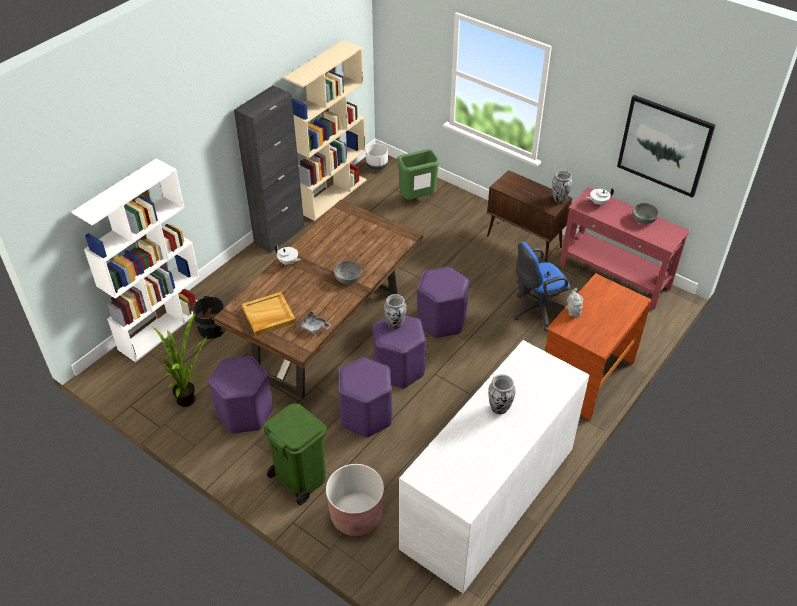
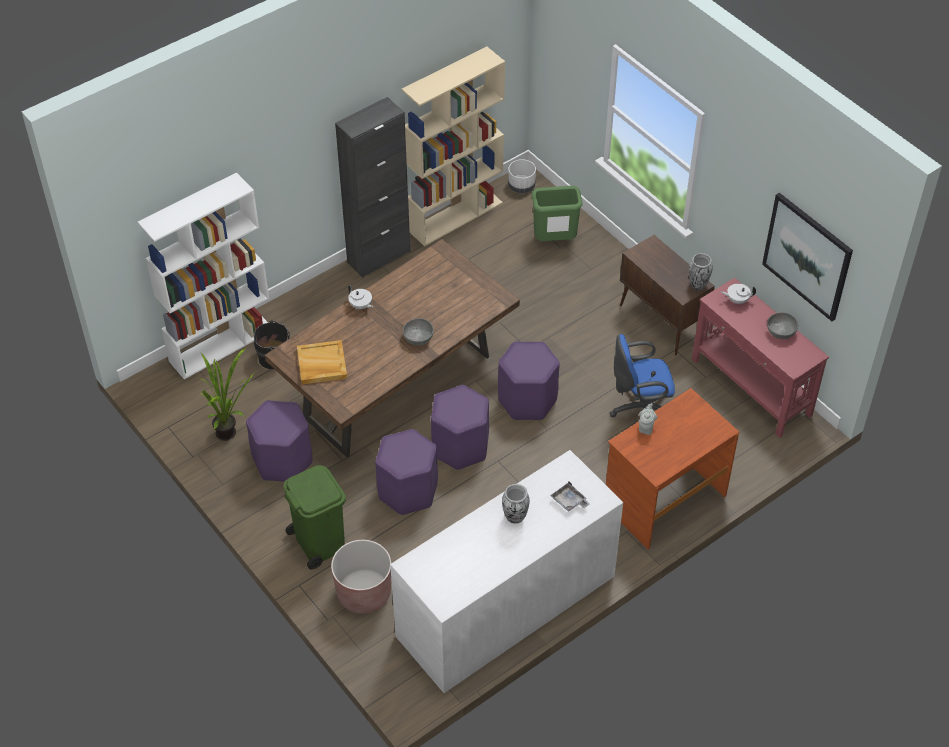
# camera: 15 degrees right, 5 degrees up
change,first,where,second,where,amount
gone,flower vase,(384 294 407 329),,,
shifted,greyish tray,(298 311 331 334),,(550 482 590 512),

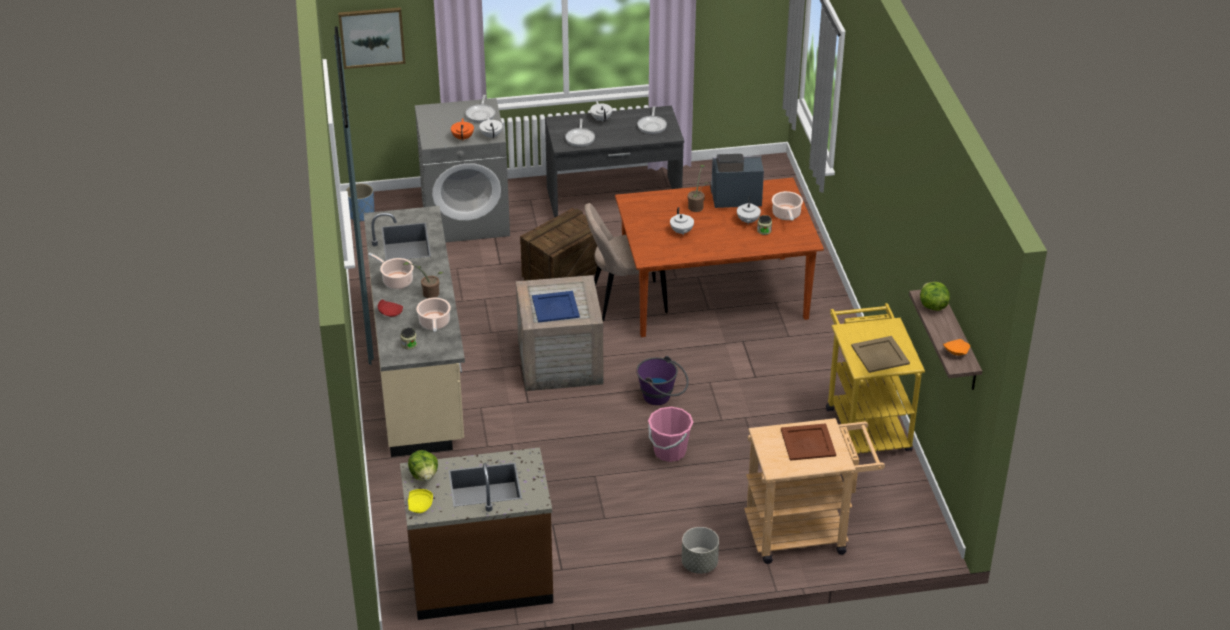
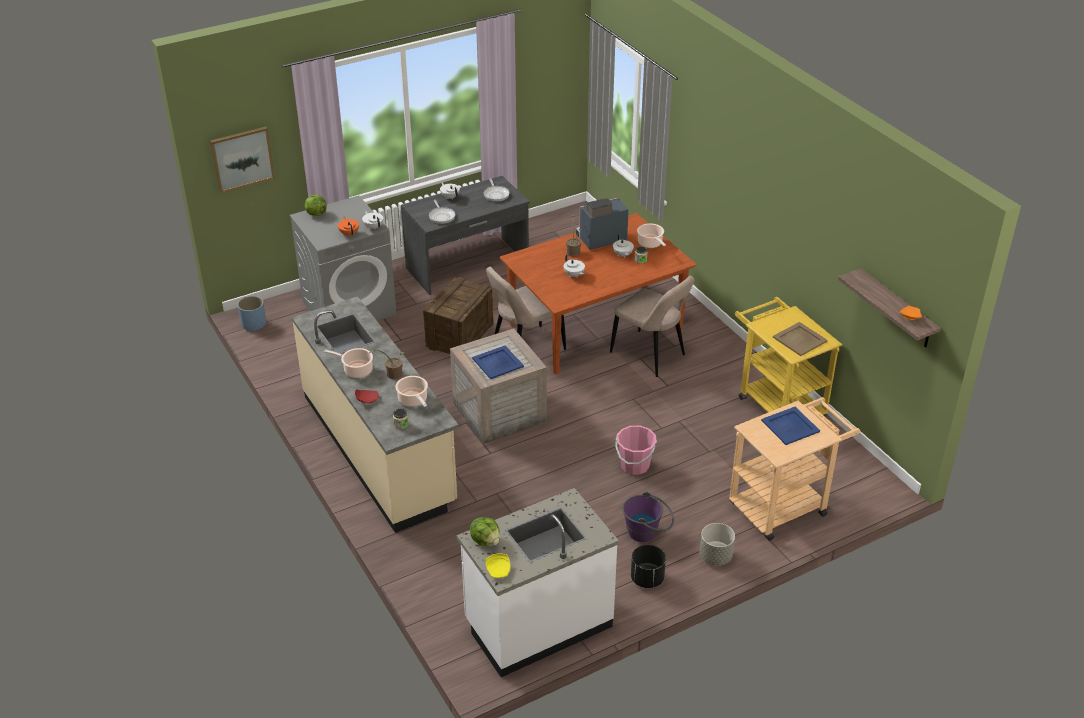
# camera: 20 degrees left, 0 degrees up
change,first,where,second,where,amount
gone,pan,(465 95 496 123),,,
shifted,lettuce head,(920 282 950 311),,(305 195 327 216),
shifted,purple-coloured bucket,(636 356 689 405),,(622 492 674 542),
repainted,brown-coloured tray,(781 423 836 461),blue-coloured tray,(761 407 820 445),
repainted,brown-coloured counter,(400 447 553 620),whitish counter,(457 488 619 677),
new,,,beige-coloured chair,(610 276 695 377),
new,,,blackish planter,(631 545 666 588),

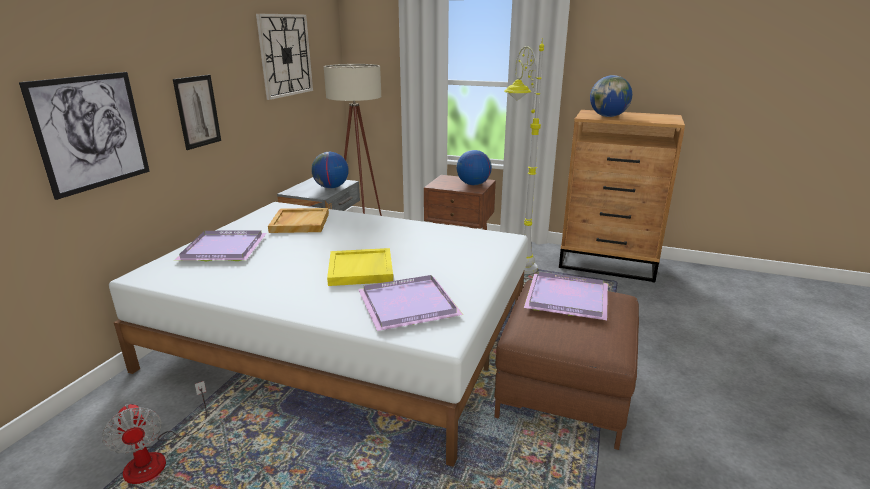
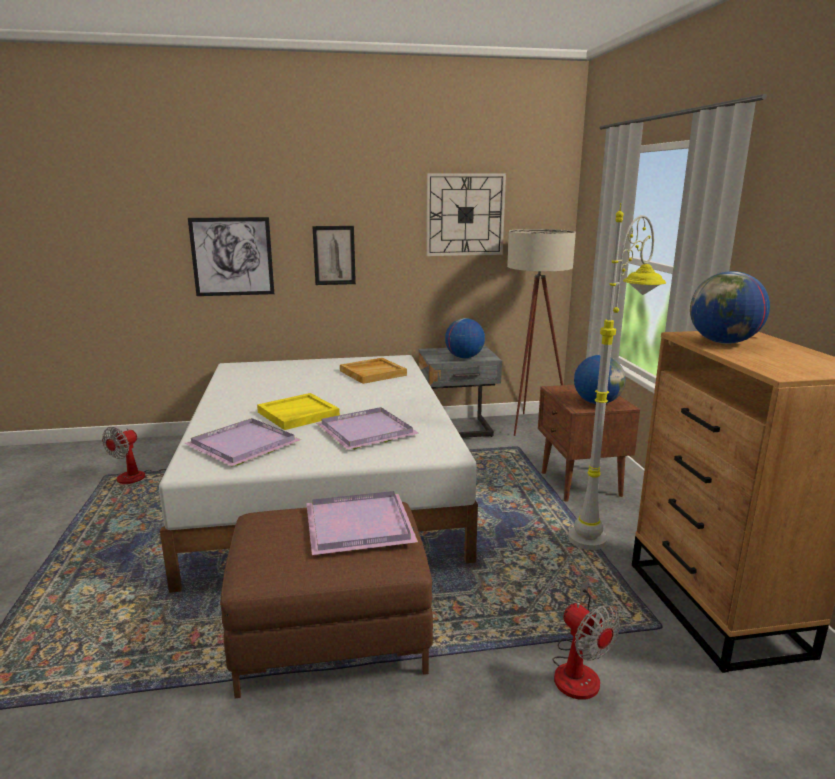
# camera: 60 degrees right, 5 degrees down
change,first,where,second,where,amount
shifted,purple-coloured tray,(175 230 267 261),,(316 407 419 450),
new,,,electric fan,(552 581 620 700),

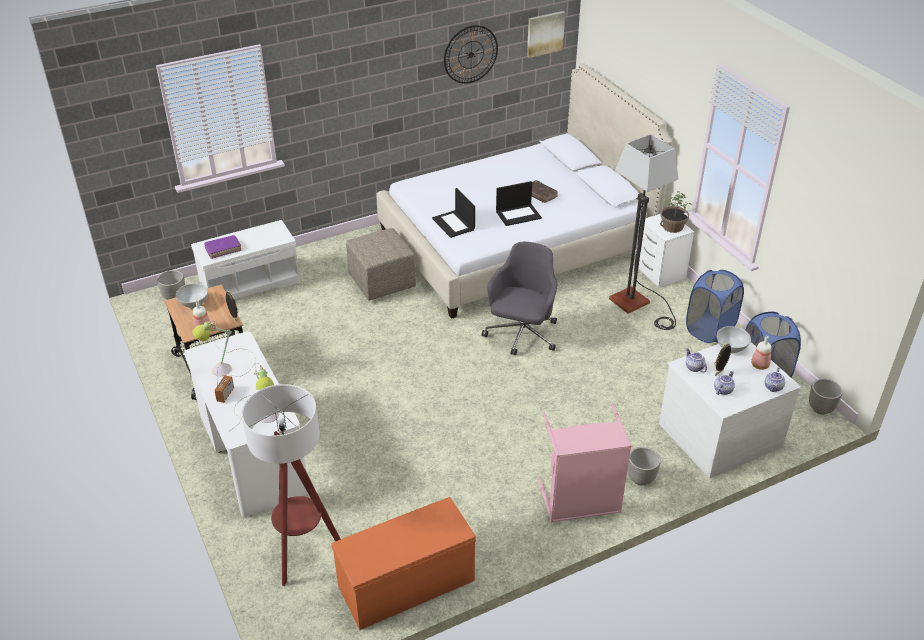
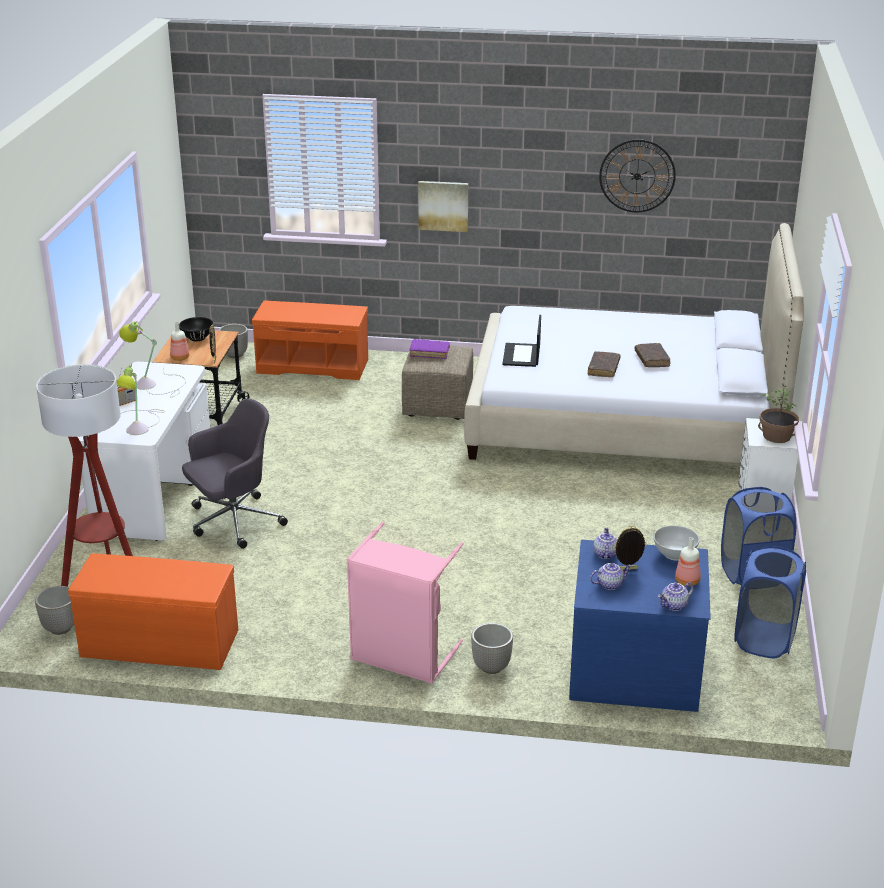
# camera: 35 degrees right, 10 degrees down
change,first,where,second,where,amount
shifted,picture,(527 11 565 58),,(418 181 468 232),
gone,floor lamp,(609 134 678 330),,,
swapped,portable computer,(496 181 542 226),brown-coloured bound book,(588 351 621 377),
repainted,whitish long seat,(191 220 300 300),orange-coloured long seat,(252 300 368 380),
shifted,purple-coloured bound book,(204 235 241 259),,(409 339 450 359),
shifted,greyish desk chair,(482 242 557 355),,(182 398 288 549),
repainted,whitish deep dish,(176 283 208 308),blackish deep dish,(179 317 213 341),
repainted,whitish chest of drawers,(659 342 801 478),blue-coloured chest of drawers,(569 540 711 712),
shifted,planter,(809 379 843 415),,(35 586 74 635),

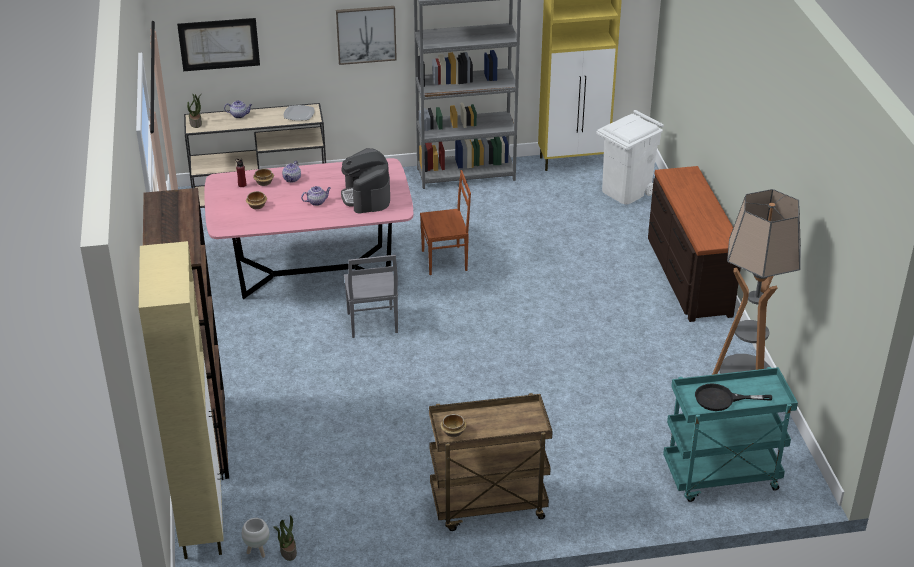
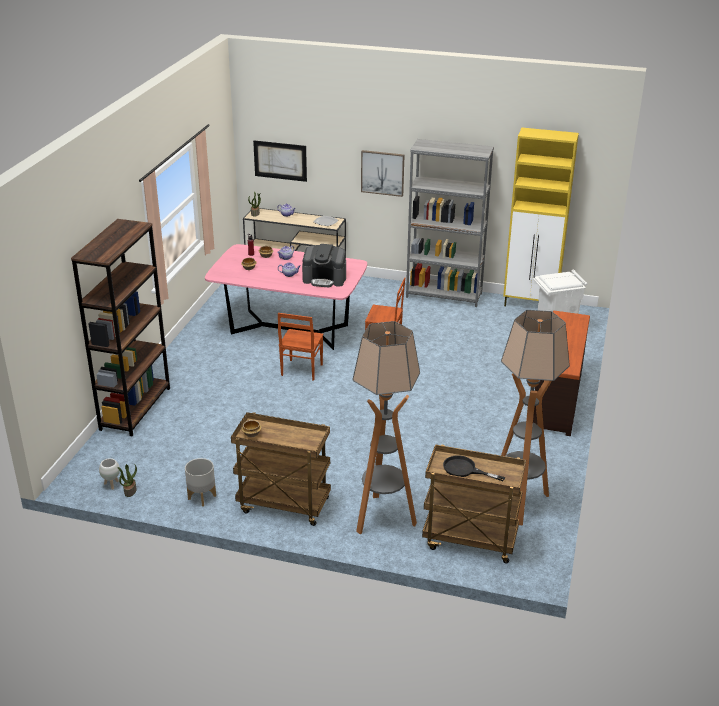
# camera: 25 degrees right, 5 degrees down
change,first,where,second,where,amount
rotated,coffee brewer,(341 148 390 214),,(302 244 346 287),90 degrees counterclockwise
gone,beige-coloured storage cabinet,(139 241 224 559),,,
repainted,greyish chair,(344 255 398 338),brown-coloured chair,(278 313 323 381),
repainted,turquoise-coloured wheeled cart,(663 367 798 502),brown-coloured wheeled cart,(422 444 526 564),
new,,,floor lamp,(352 321 420 534),
new,,,greyish planter,(185 458 216 507),

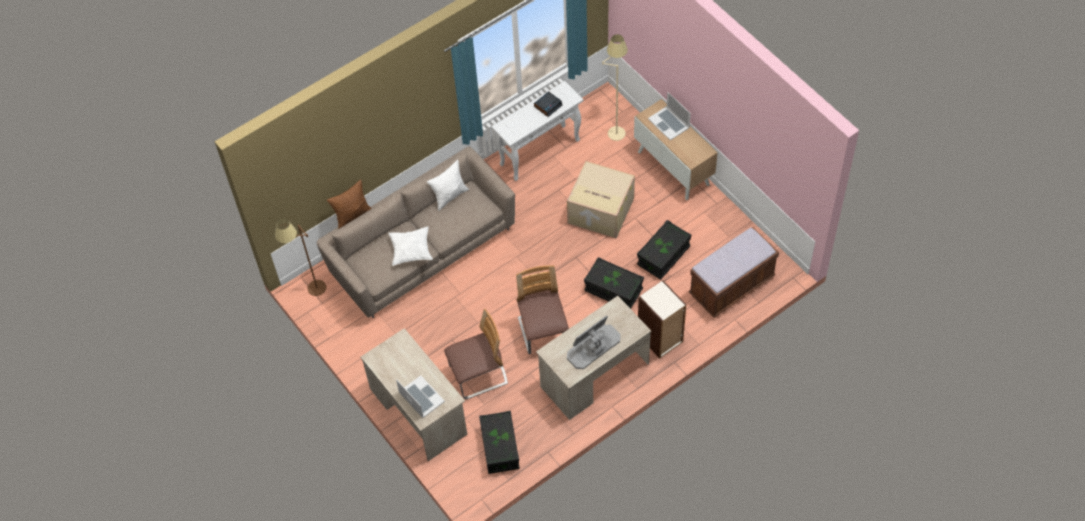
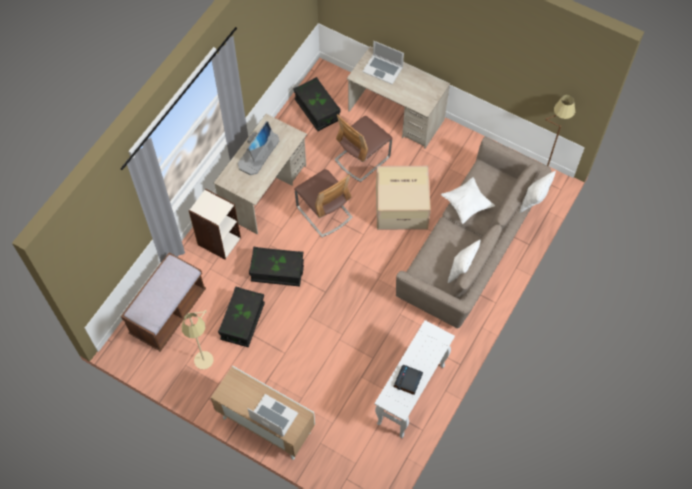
# camera: 155 degrees right, 5 degrees up
change,first,where,second,where,amount
shifted,beige-coloured floor lamp,(602 34 628 141),,(181 310 214 369),
shifted,packing box,(567 161 635 239),,(376 166 431 230),
repainted,brown-coloured pillow,(327 179 372 229),whitish pillow,(520 171 556 213),

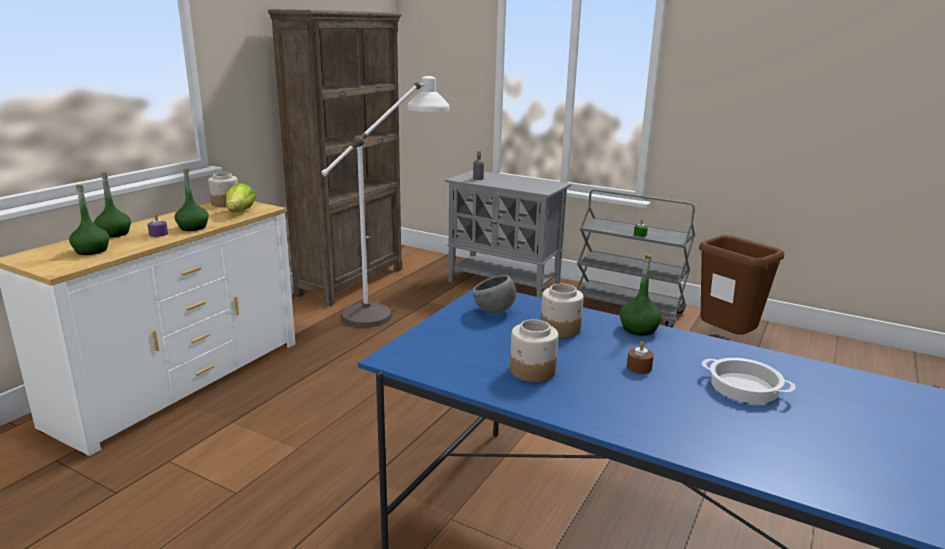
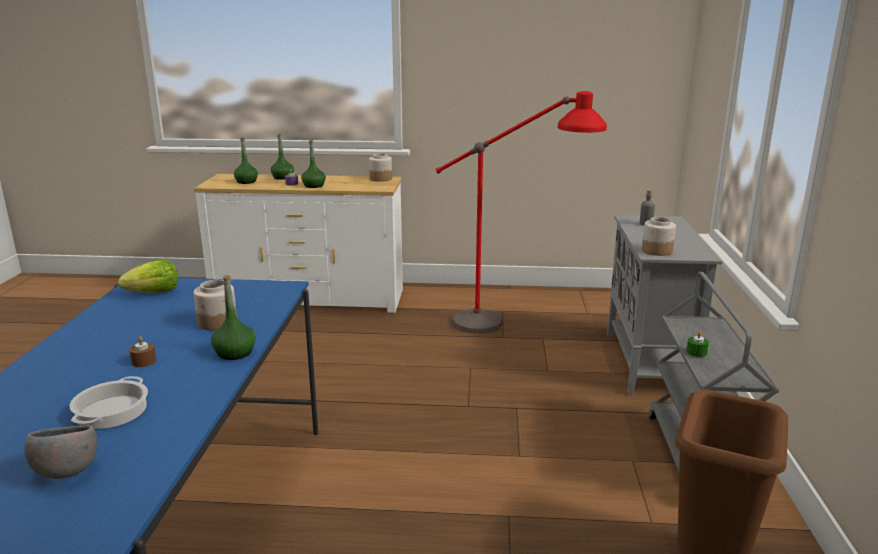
# camera: 65 degrees right, 0 degrees up
change,first,where,second,where,amount
gone,brown-coloured bookcase,(268 9 402 306),,,
repainted,whitish floor lamp,(321 76 450 327),reddish floor lamp,(435 91 607 334),
shifted,lettuce head,(226 183 256 212),,(118 260 178 293),
shifted,greyish deep dish,(473 275 516 313),,(24 426 97 479),
shifted,storage jar,(510 319 558 382),,(642 217 676 256),

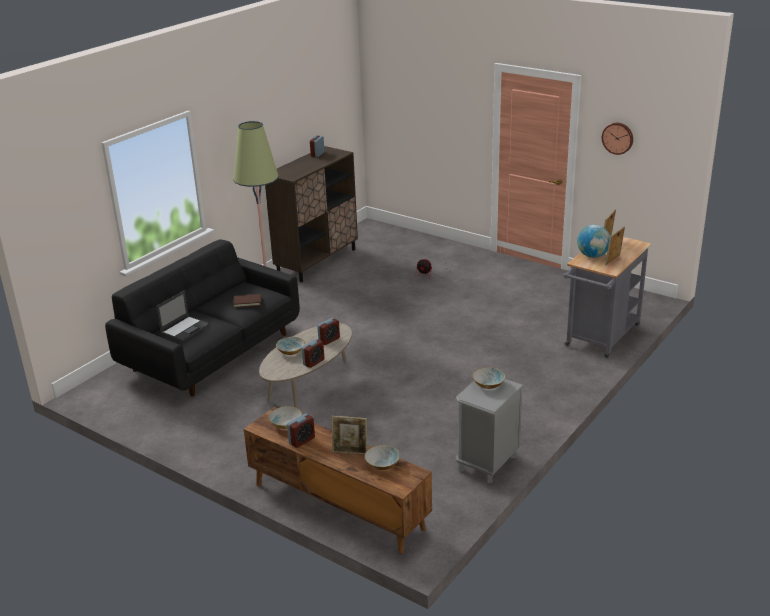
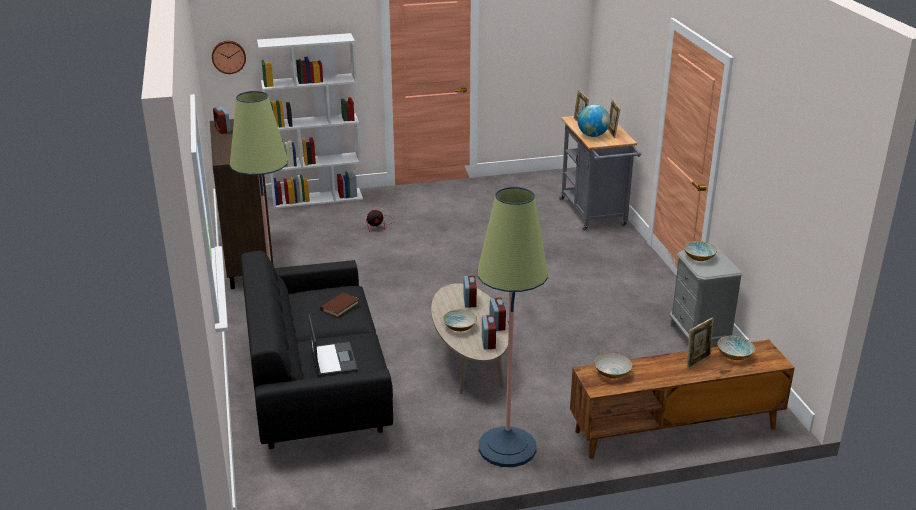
# camera: 50 degrees left, 0 degrees up
change,first,where,second,where,amount
shifted,clock on the wall,(602 123 633 155),,(212 41 246 74),
shifted,bedside clock,(287 414 315 448),,(482 315 496 349),
new,,,whitish bookcase,(257 33 363 209),
new,,,floor lamp,(477 187 548 467),

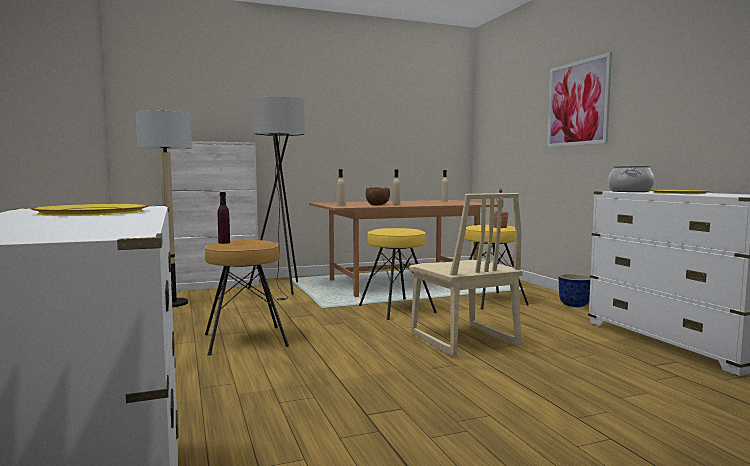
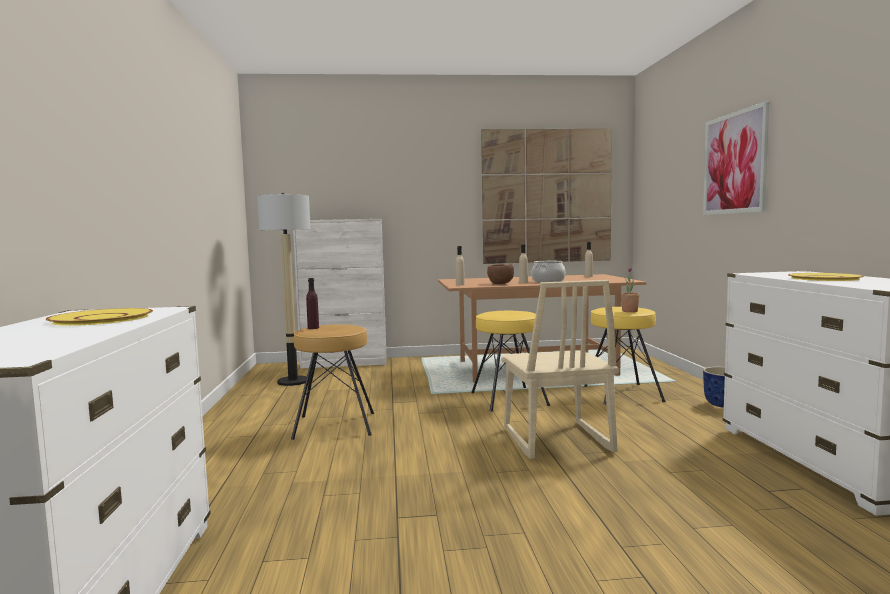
# camera: 15 degrees right, 0 degrees up
change,first,where,second,where,amount
gone,greyish floor lamp,(248 96 305 300),,,
shifted,cooking pot,(608 166 654 192),,(532 261 565 283),
new,,,picture,(481 129 612 264),

